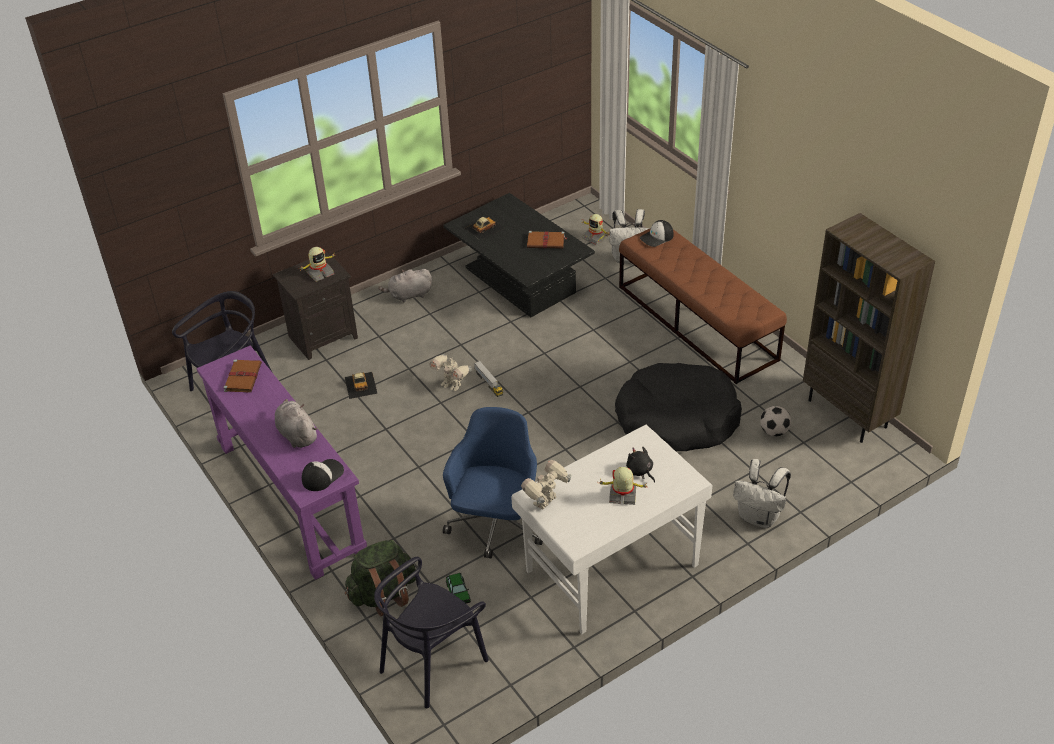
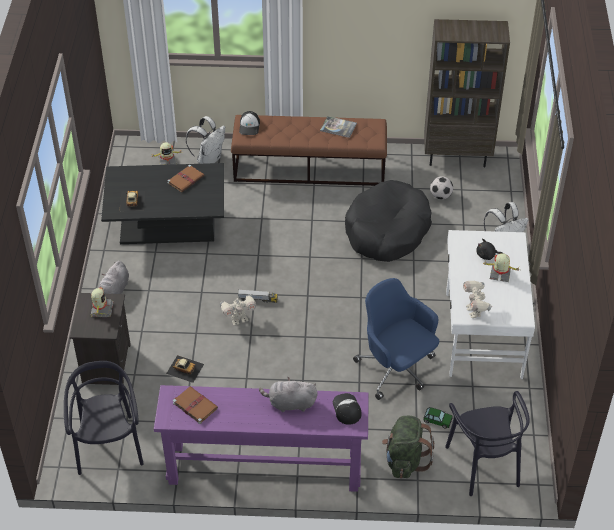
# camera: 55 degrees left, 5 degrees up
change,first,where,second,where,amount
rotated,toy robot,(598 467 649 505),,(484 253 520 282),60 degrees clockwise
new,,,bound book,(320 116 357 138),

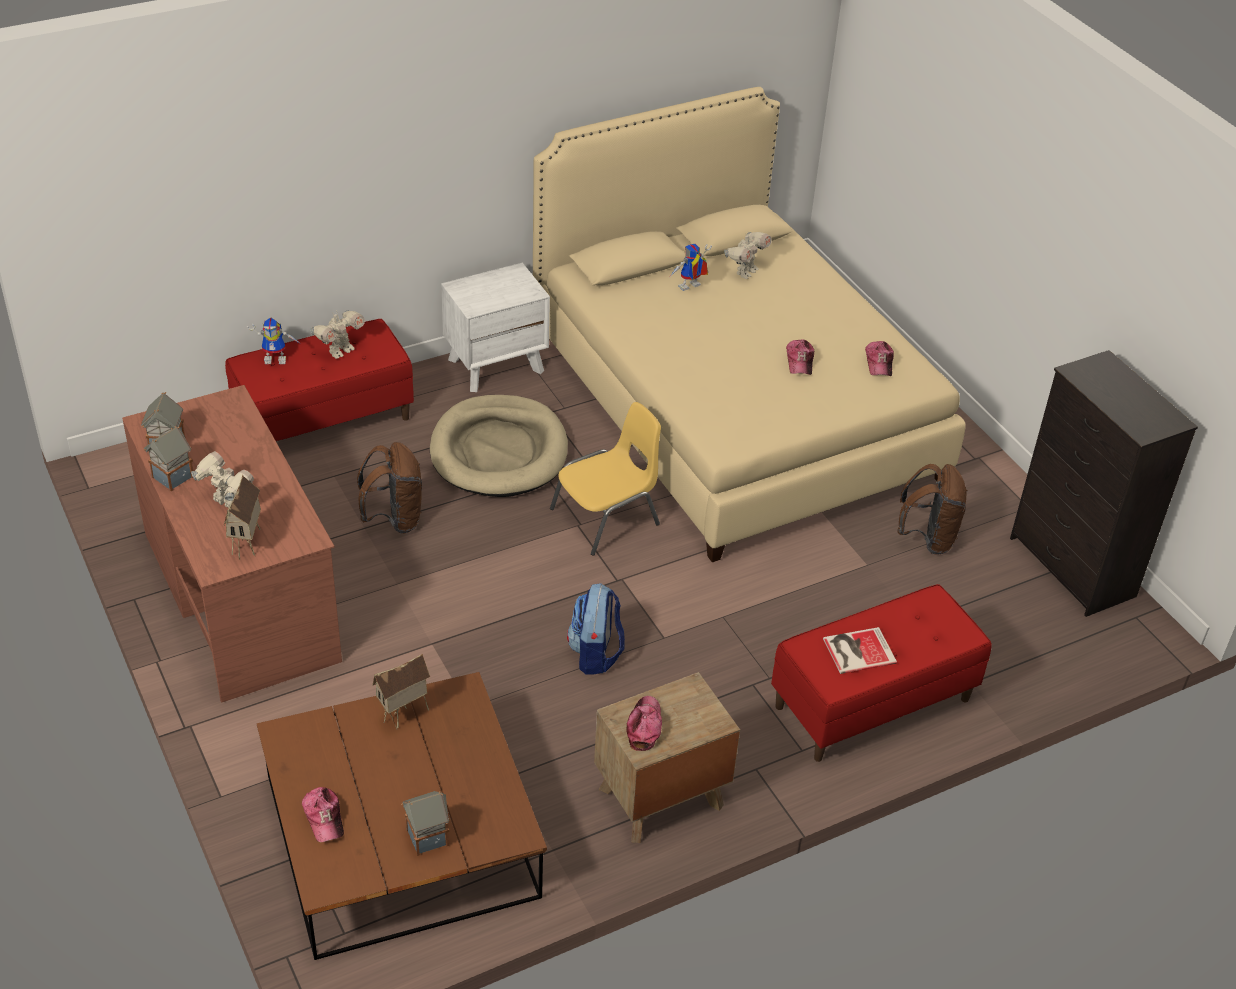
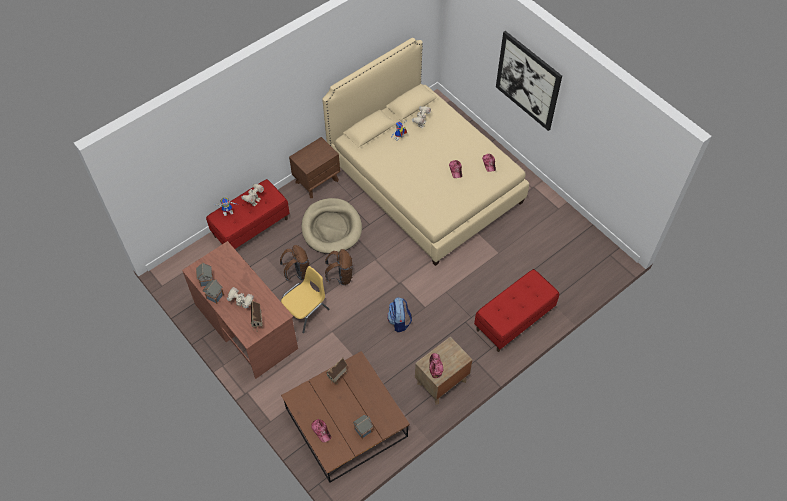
# camera: 10 degrees left, 15 degrees up
change,first,where,second,where,amount
repainted,whitish bedside table,(441 263 550 392),brown-coloured bedside table,(289 137 340 198),
gone,blackish chest of drawers,(1010 350 1198 617),,,
shifted,yellowish chair,(550 402 661 556),,(281 266 329 333),
shifted,brown-coloured rucksack,(897 464 967 555),,(325 249 353 285),
gone,bound book,(823 627 897 674),,,
new,,,picture,(496 31 562 131),

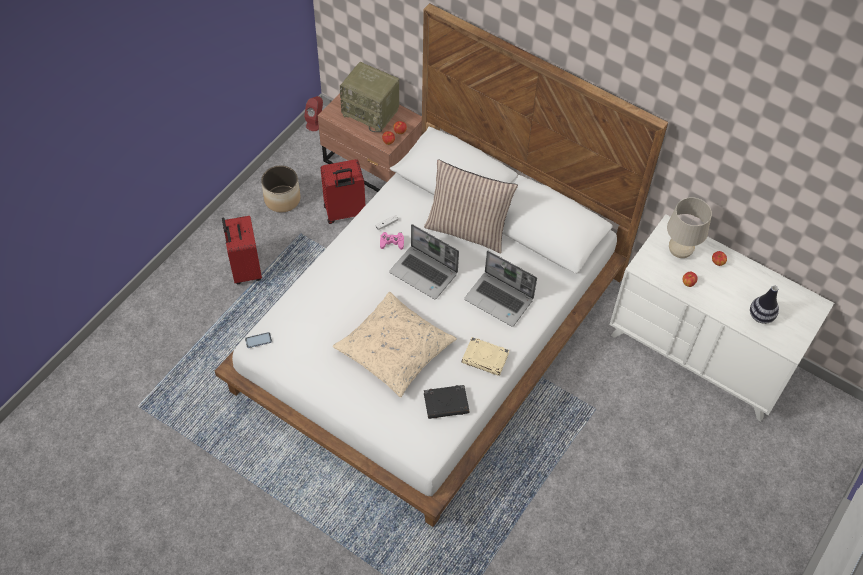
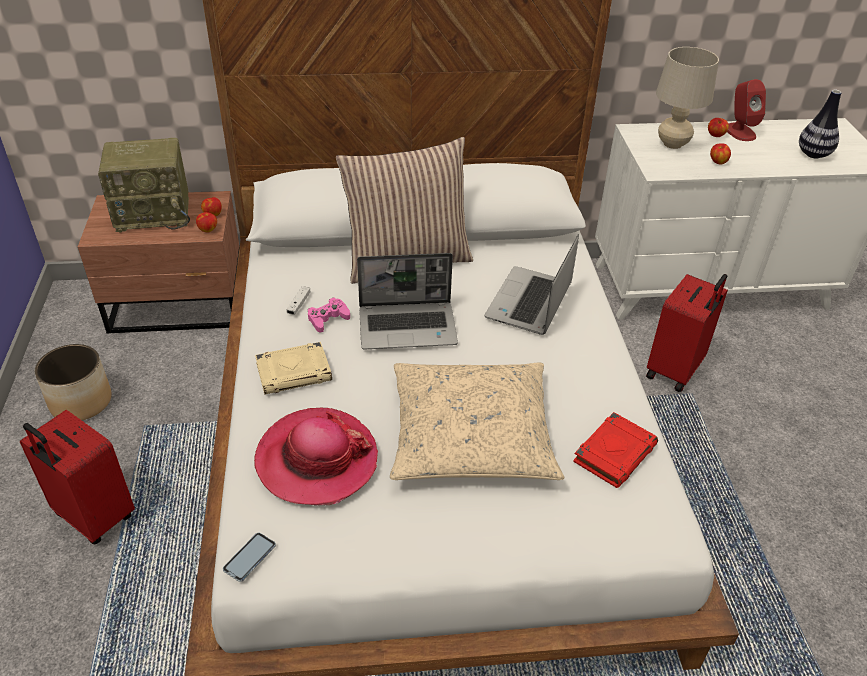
# camera: 40 degrees left, 15 degrees down
change,first,where,second,where,amount
shifted,reddish audio speaker,(304 96 323 131),,(727 79 766 141),
shifted,reddish travel case,(321 159 365 224),,(646 274 728 392),
rotated,portable computer,(464 251 537 327),,(485 234 579 335),120 degrees clockwise
shifted,beige-coloured bound book,(461 337 509 376),,(255 342 332 395),
repainted,blackish bound book,(424 385 469 419),reddish bound book,(573 412 658 488),
new,,,clothing hat,(254 408 378 505),

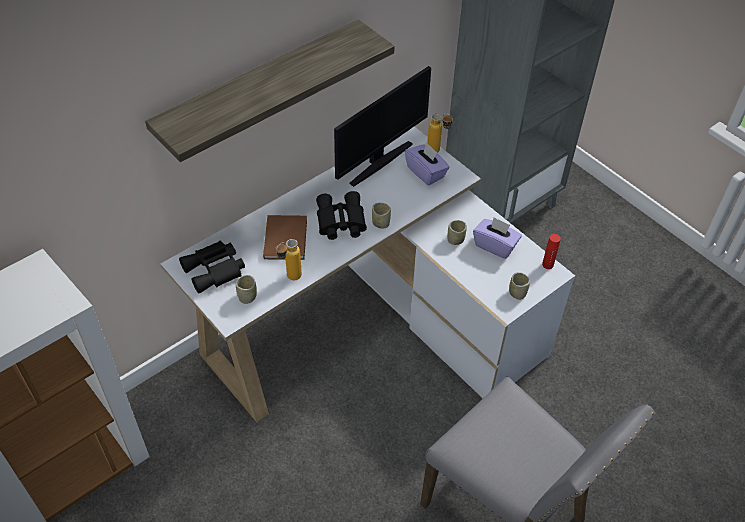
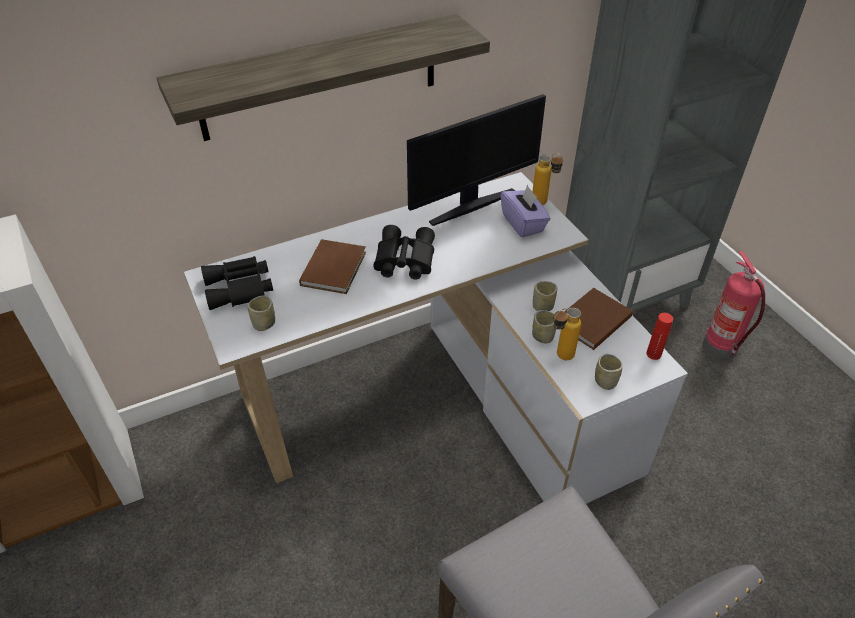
# camera: 15 degrees right, 5 degrees down
change,first,where,second,where,amount
shifted,cup,(372 203 391 229),,(532 310 556 343),
swapped,purple-coloured tissue holder,(473 217 522 259),brown-coloured bound book,(564 288 633 350),
shifted,bottle,(275 239 302 280),,(553 308 581 360),
new,,,fire extinguisher,(703 251 765 359),

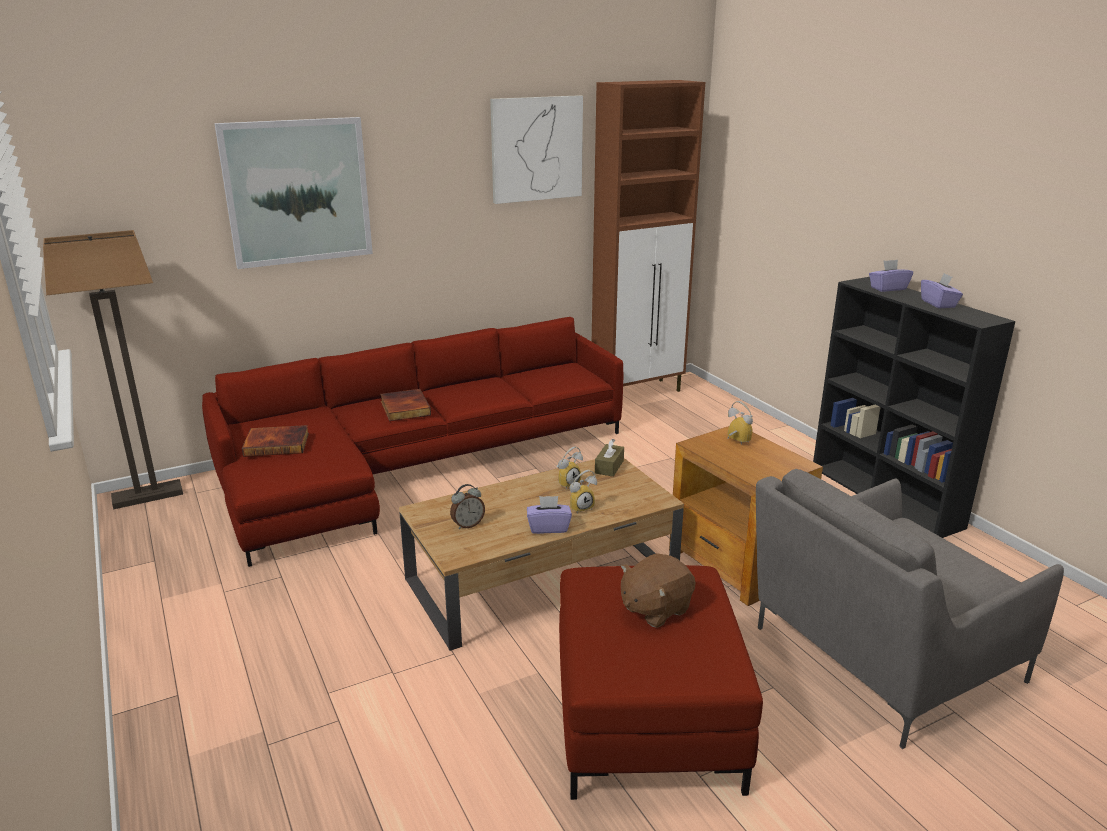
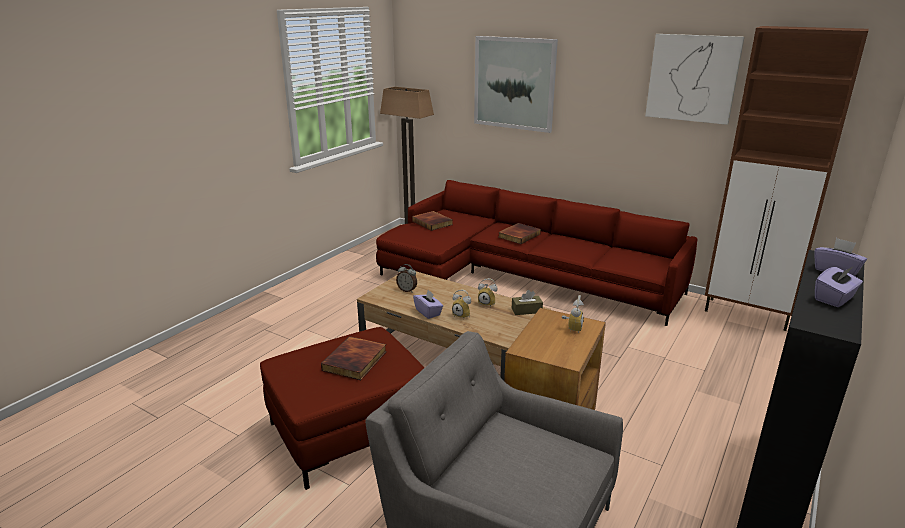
# camera: 60 degrees right, 0 degrees up
change,first,where,second,where,amount
swapped,brown-coloured soft toy,(621 553 696 628),bound book,(321 336 387 380),

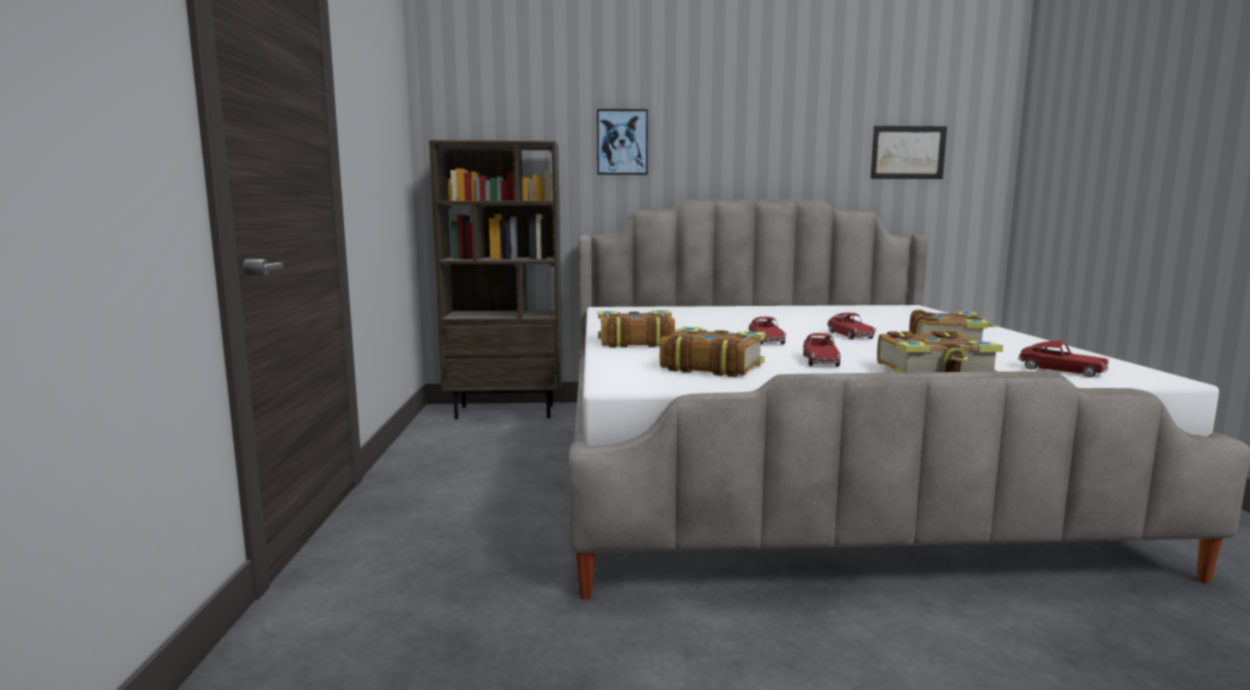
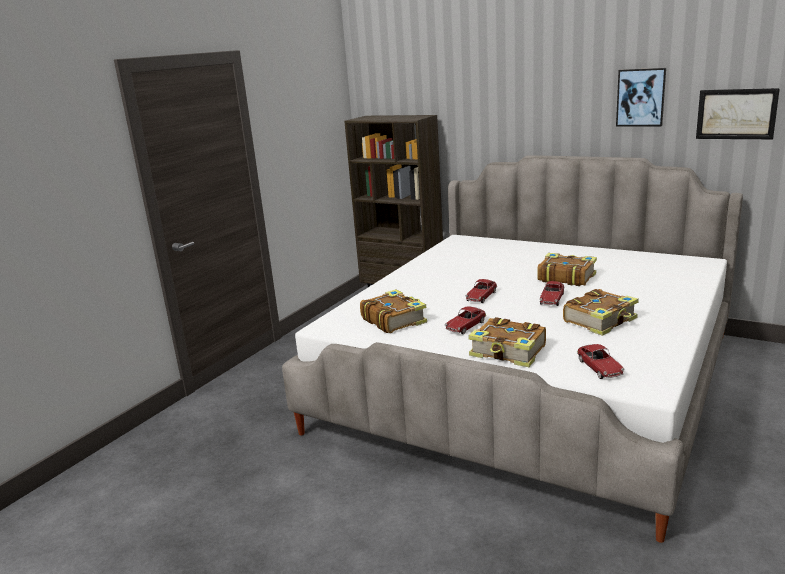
# camera: 35 degrees right, 10 degrees up
change,first,where,second,where,amount
shifted,picture,(597 109 648 175),,(616 68 666 126),
shifted,bound book,(598 311 675 348),,(537 253 597 286),

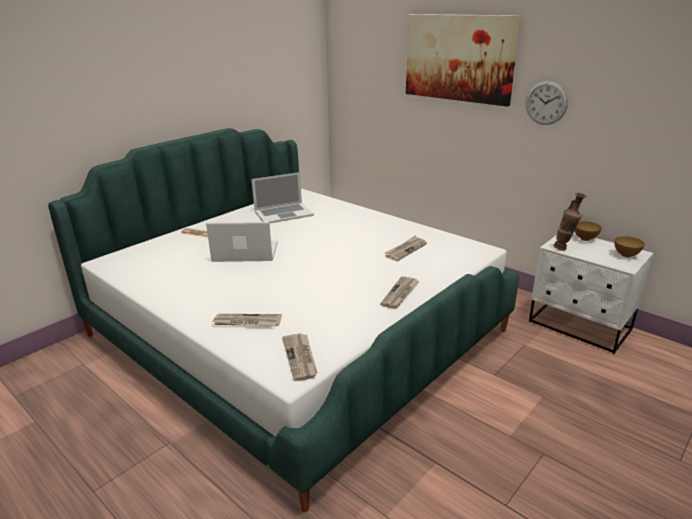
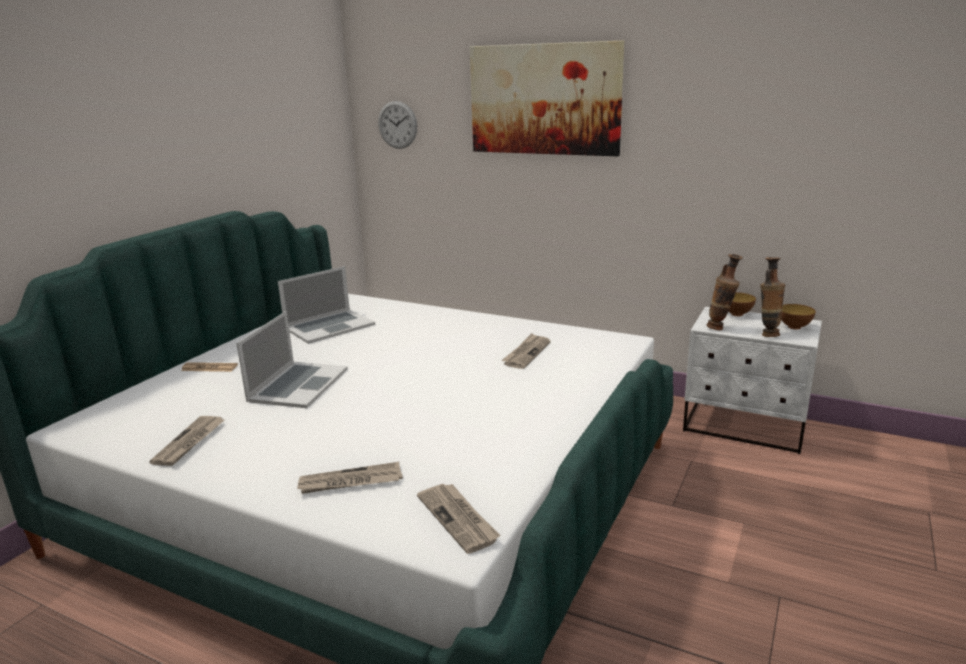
# camera: 15 degrees left, 5 degrees down
change,first,where,second,where,amount
shifted,clock on the wall,(526 81 568 125),,(378 101 417 149),
rotated,portable computer,(206 222 278 262),,(236 311 348 408),120 degrees clockwise
shifted,daily paper,(380 276 420 309),,(149 416 224 466),
new,,,flower vase,(760 257 785 337),

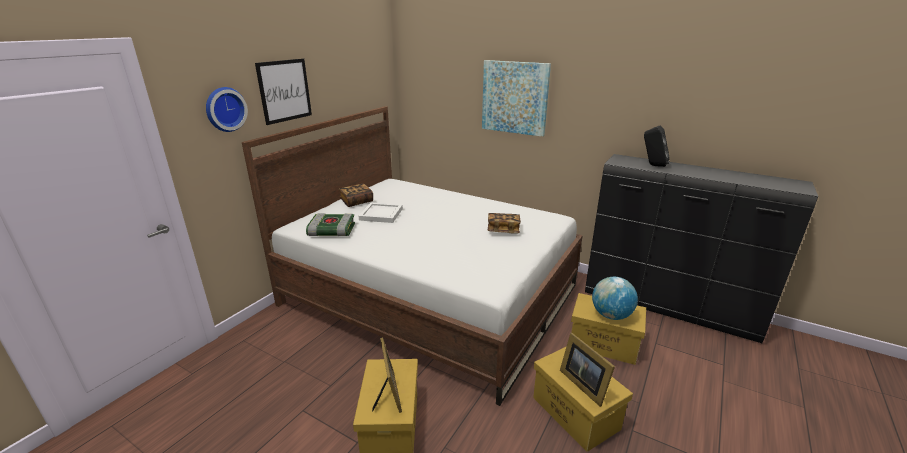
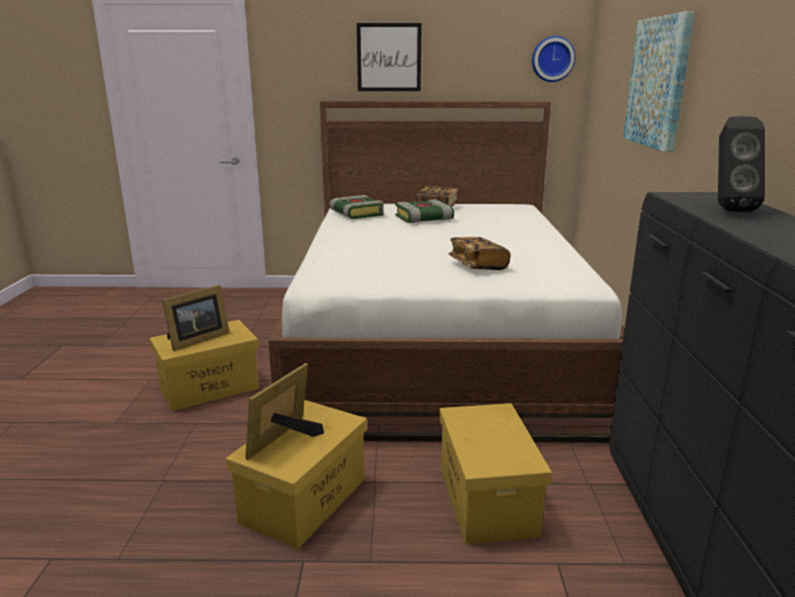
# camera: 60 degrees right, 5 degrees down
change,first,where,second,where,amount
shifted,clock on the wall,(206 87 248 132),,(532 36 575 82),
swapped,whitish tray,(359 202 403 223),bound book,(395 199 454 223),
gone,desk globe,(592 277 638 320),,,

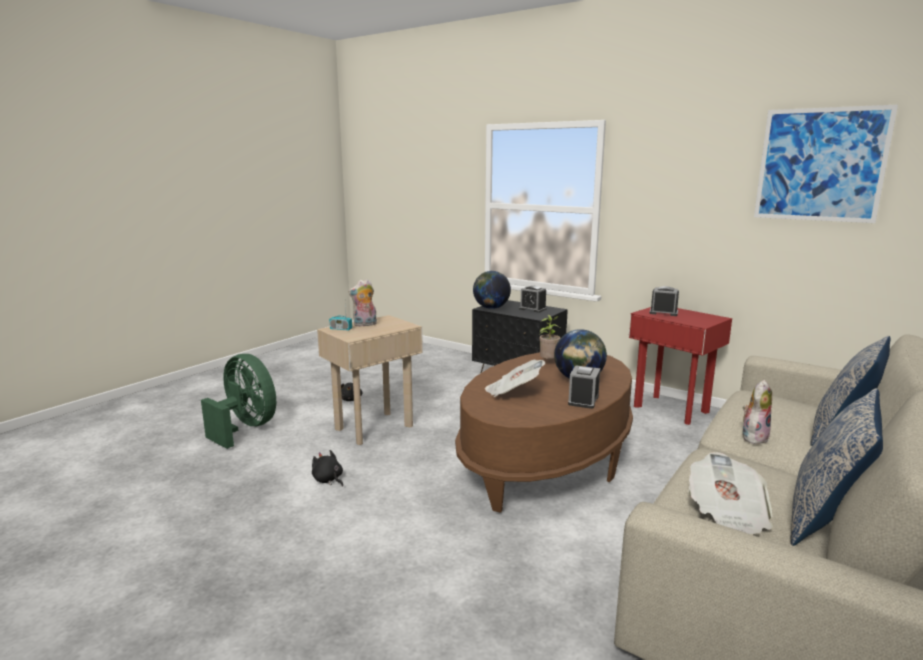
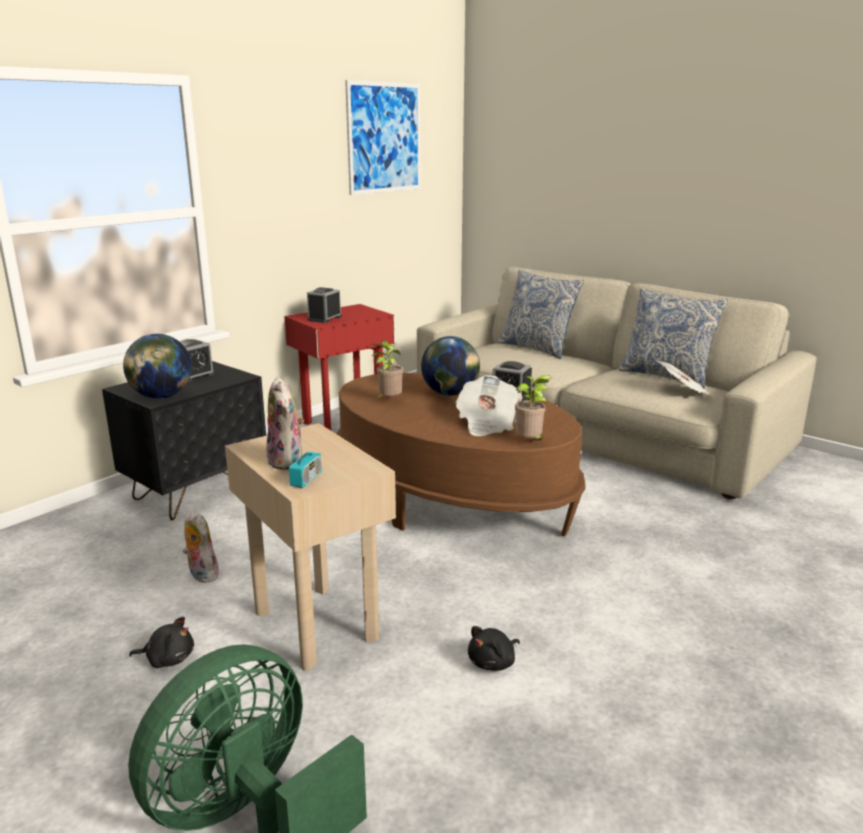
# camera: 85 degrees left, 5 degrees up
change,first,where,second,where,amount
shifted,soft toy,(743 380 772 445),,(183 511 219 583),
new,,,potted plant,(515 375 552 439),

